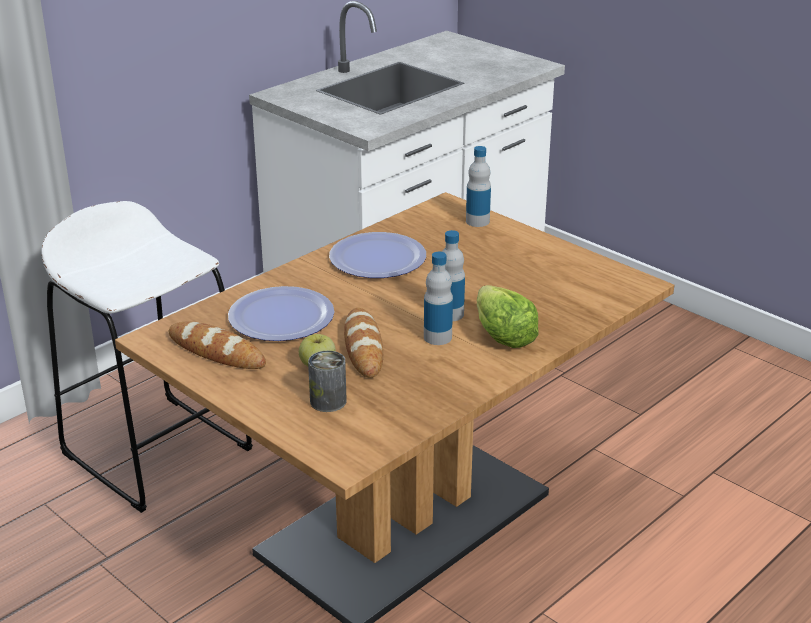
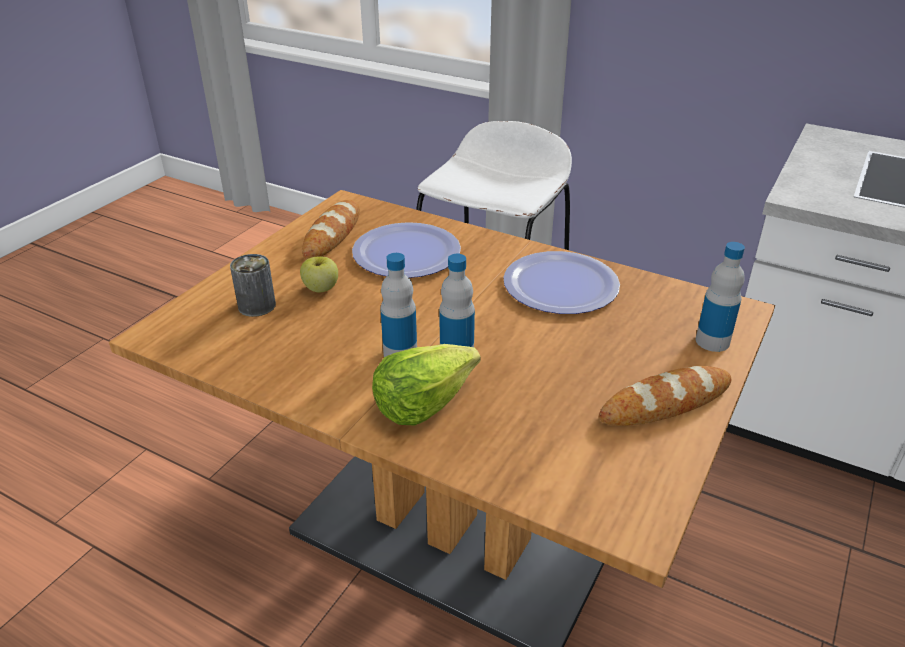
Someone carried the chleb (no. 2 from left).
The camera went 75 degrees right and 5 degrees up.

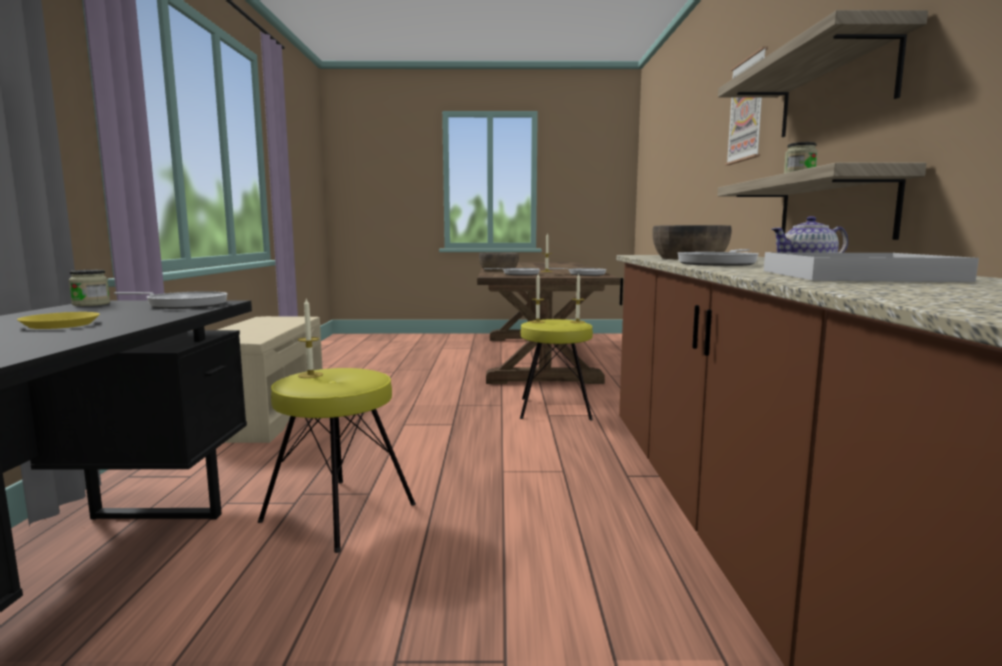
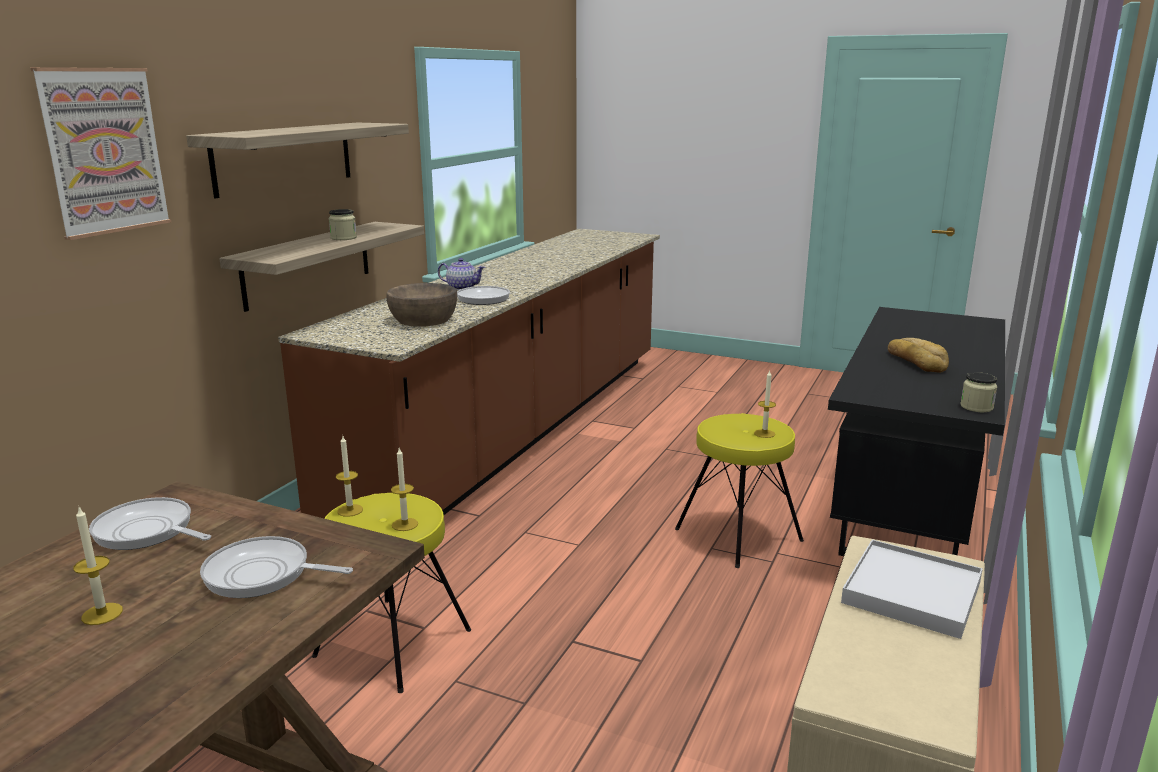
Someone carried the taca (biały).
Someone swapped the talerz (żółty) for the chleb.
Someone took away the patelnia (no. 1 from left).
Someone took away the miska (brązowy) (no. 1 from left).
The camera went 155 degrees left and 10 degrees up.

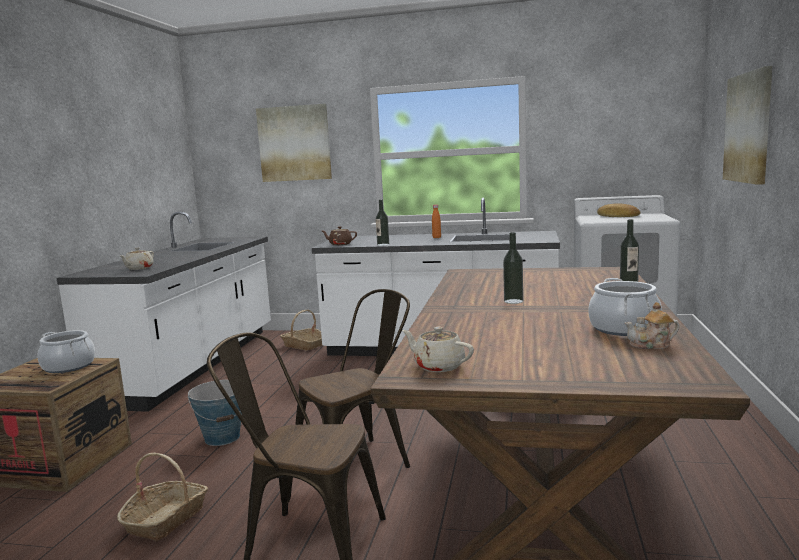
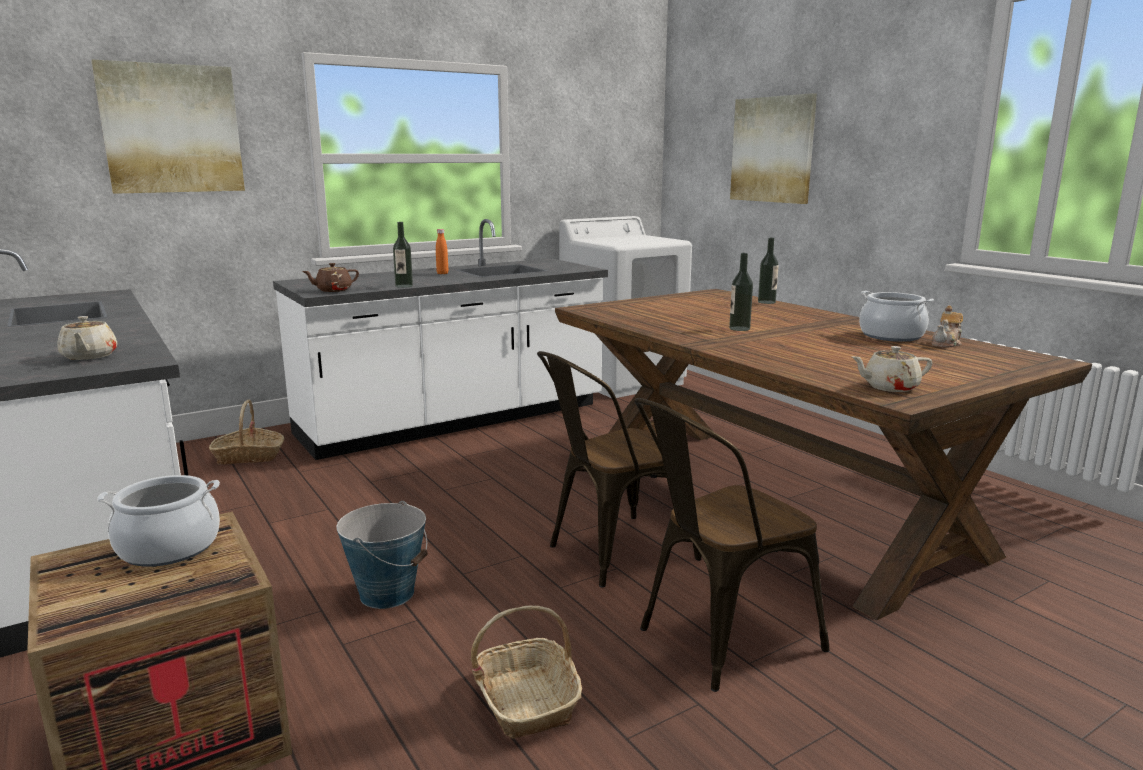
Someone rotated the krzesło (brązowy) (no. 2 from left in the first image) by 135 degrees counterclockwise.
Someone took away the chleb.
The camera went 45 degrees left and 5 degrees up.

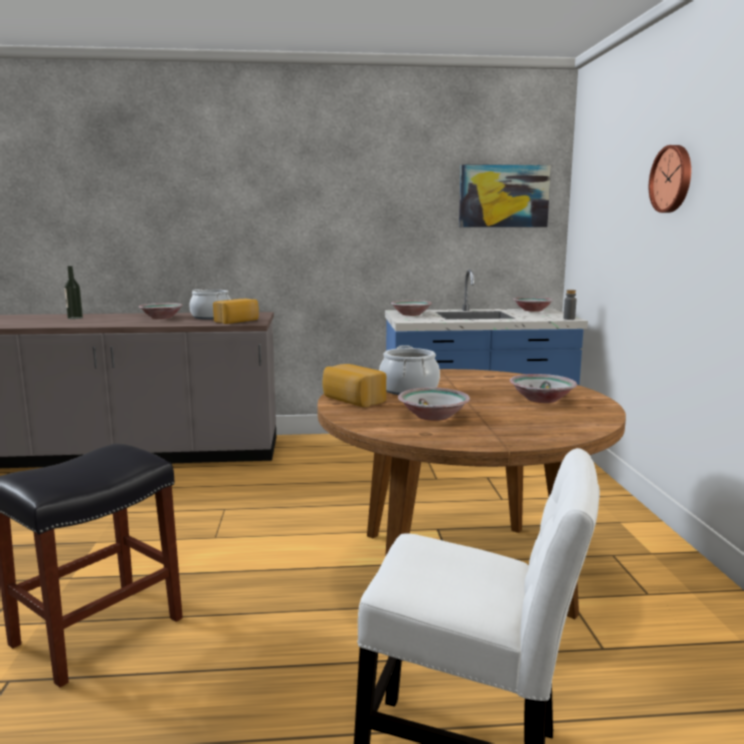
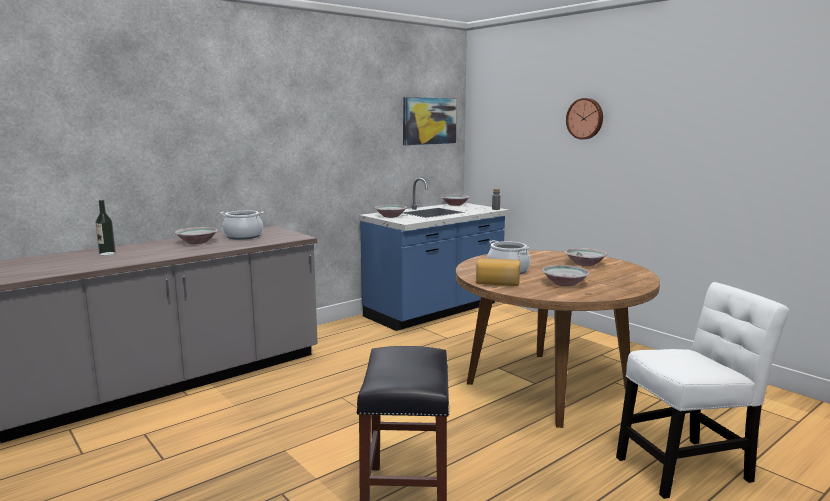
Someone took away the chleb (no. 1 from left).
The camera went 35 degrees left and 0 degrees up.

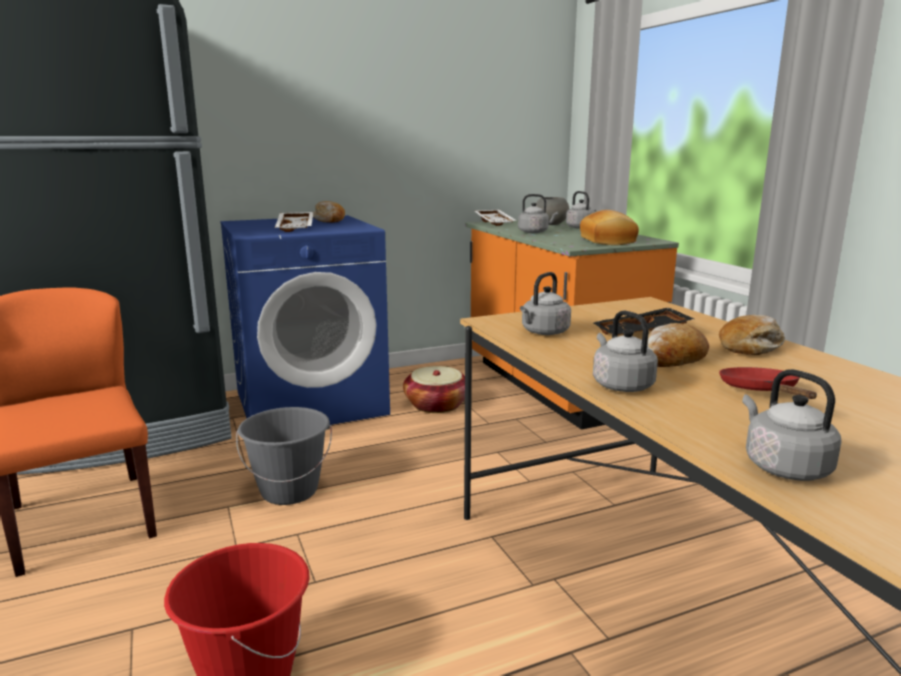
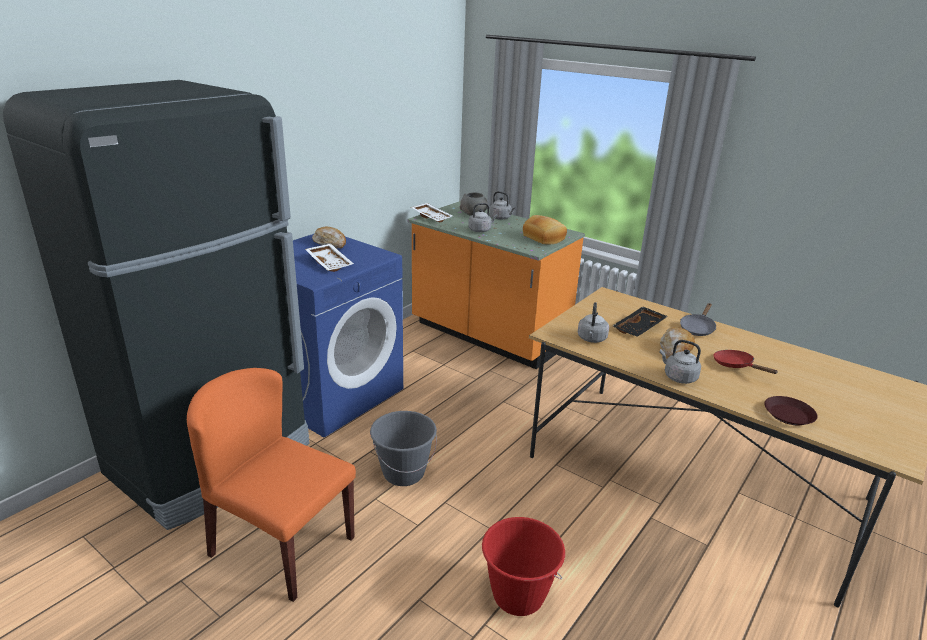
Someone swapped the chleb (no. 4 from left) for the patelnia (szary).
Someone swapped the czajnik (szary) (no. 5 from left) for the talerz (brązowy).
Someone took away the koszyk.
The camera went 30 degrees left and 10 degrees up.

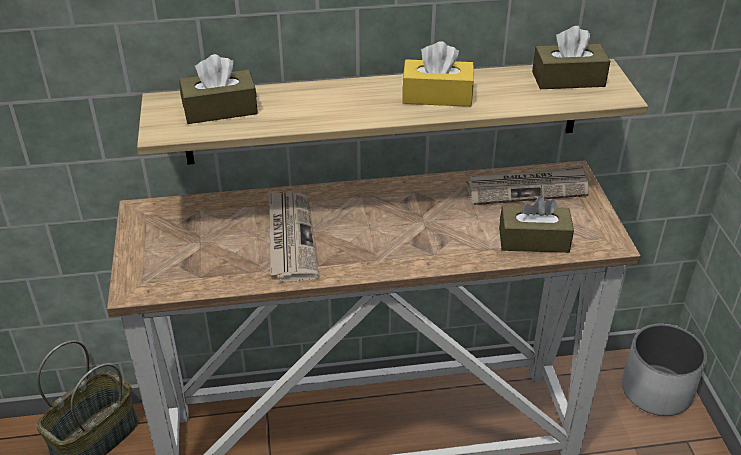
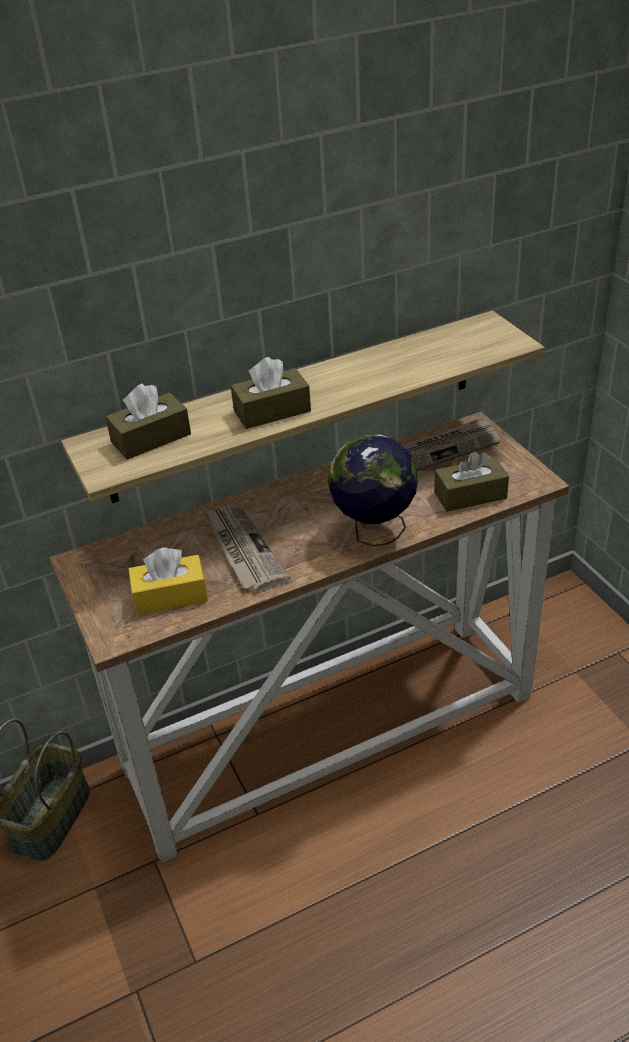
Someone carried the pudełko chusteczek (żółty).
Someone carried the pudełko chusteczek (brązowy) (no. 3 from left in the first image).
Someone put down the globus.
Someone took away the donica (biały).
The camera went 15 degrees left and 0 degrees up.

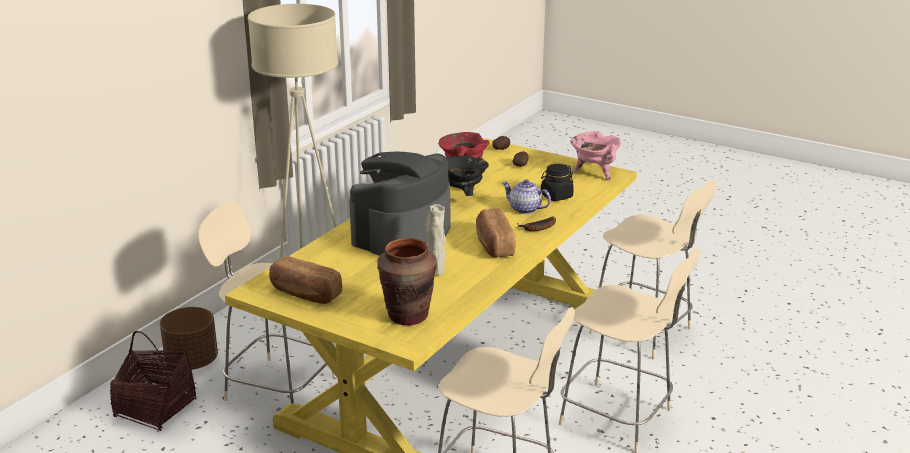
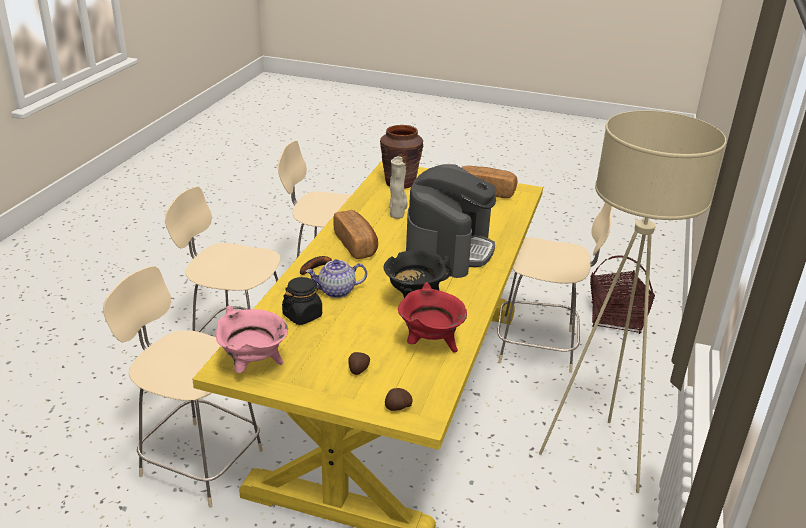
Someone rotated the imbryk by 150 degrees clockwise.
Someone took away the donica (brązowy).
The camera went 165 degrees right and 5 degrees up.

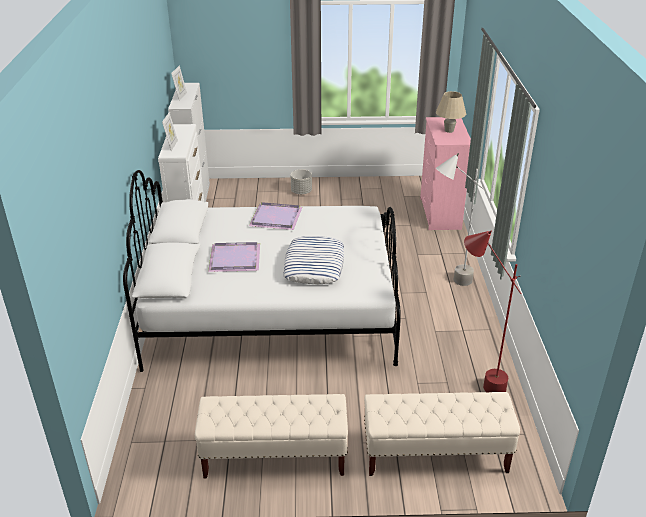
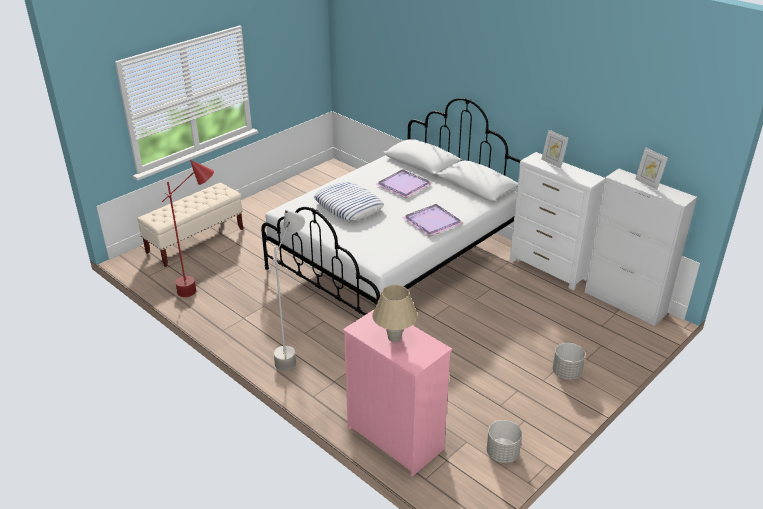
Someone put down the donica (szary) (no. 1 from left).
Someone took away the ławka (beżowy) (no. 1 from left).
The camera went 135 degrees right and 0 degrees up.

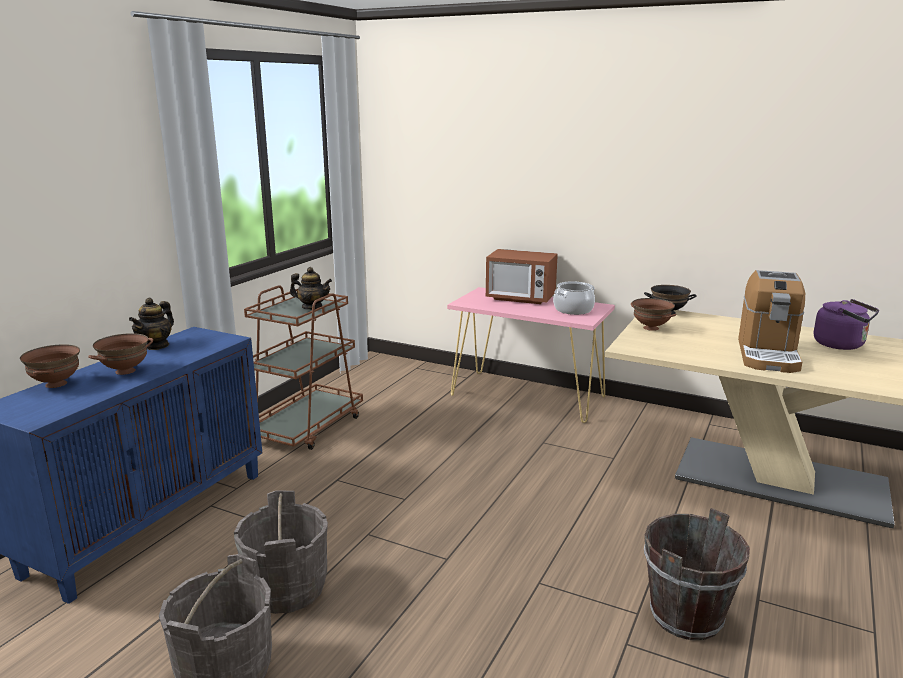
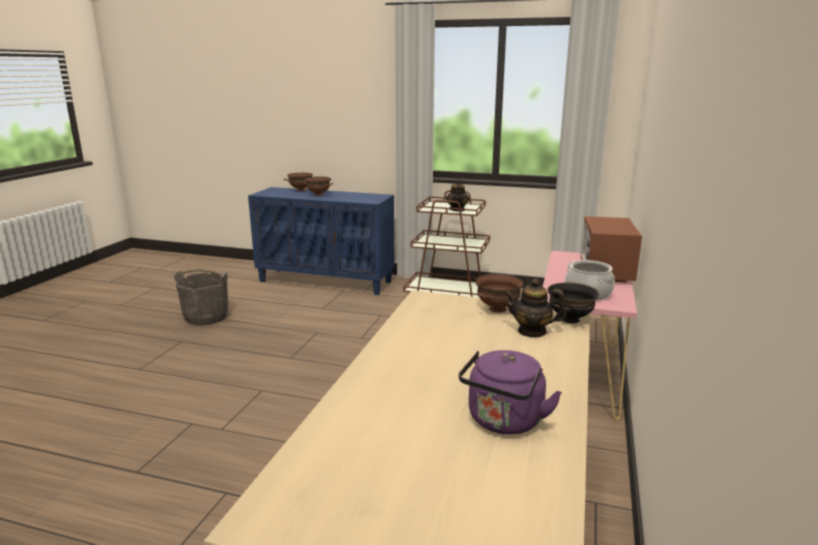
Someone carried the imbryk (no. 1 from left in the first image).
Someone took away the wiadro (szary) (no. 2 from left).
Someone took away the wiadro (brązowy).
Someone took away the ekspres do kawy.
The camera went 80 degrees right and 0 degrees up.

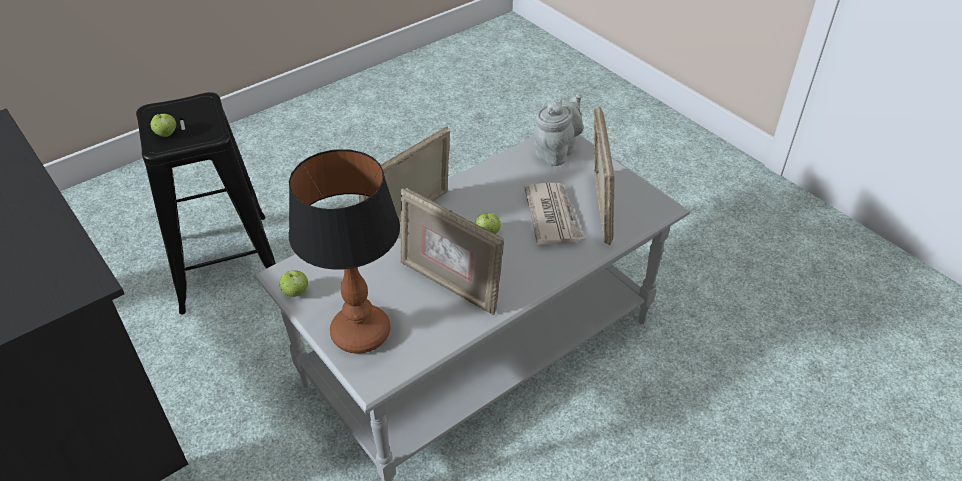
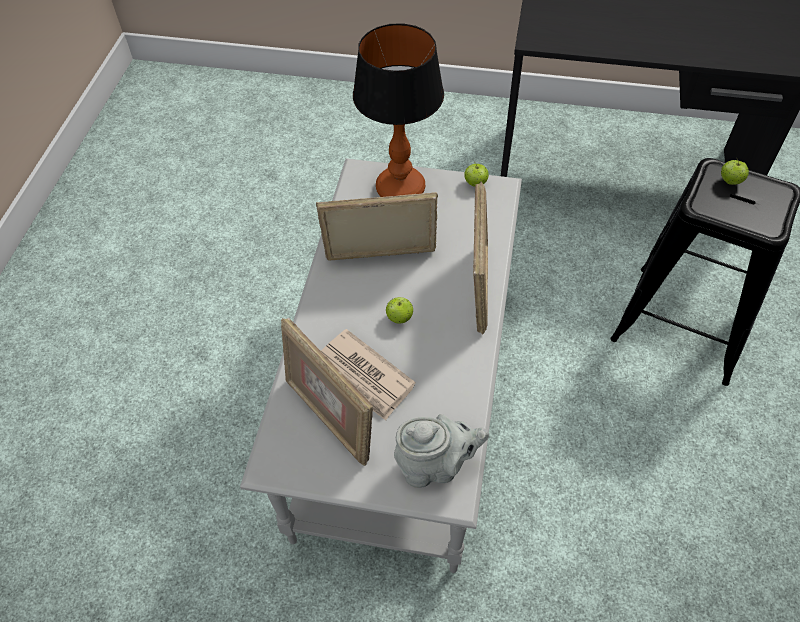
Someone rotated the imbryk (szary) by 90 degrees counterclockwise.
The camera went 140 degrees right and 10 degrees up.

